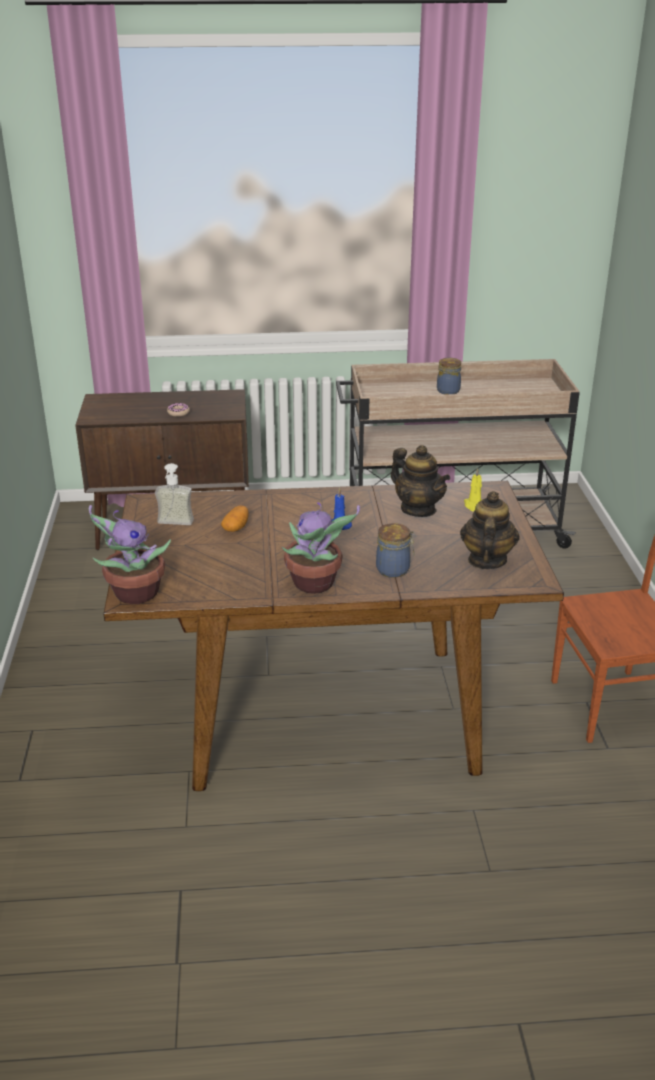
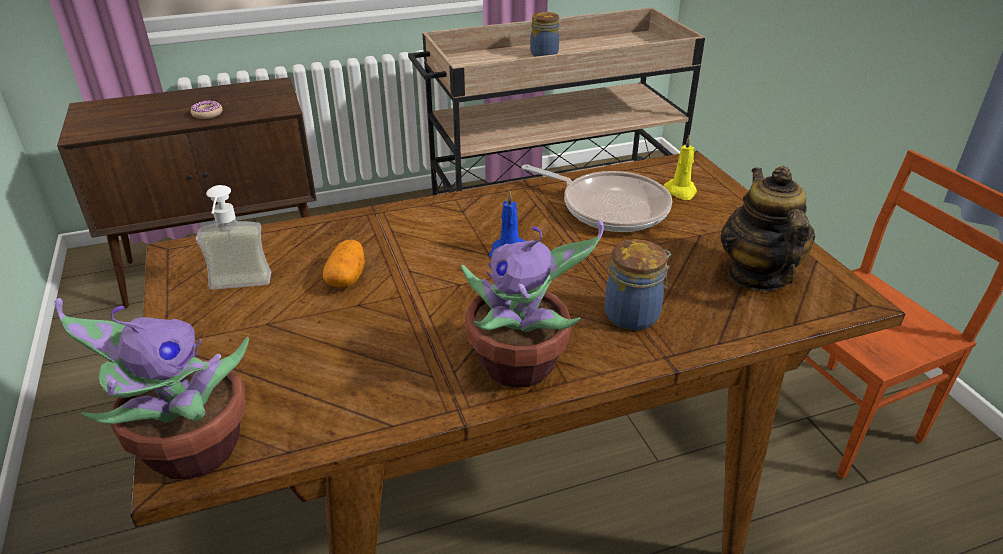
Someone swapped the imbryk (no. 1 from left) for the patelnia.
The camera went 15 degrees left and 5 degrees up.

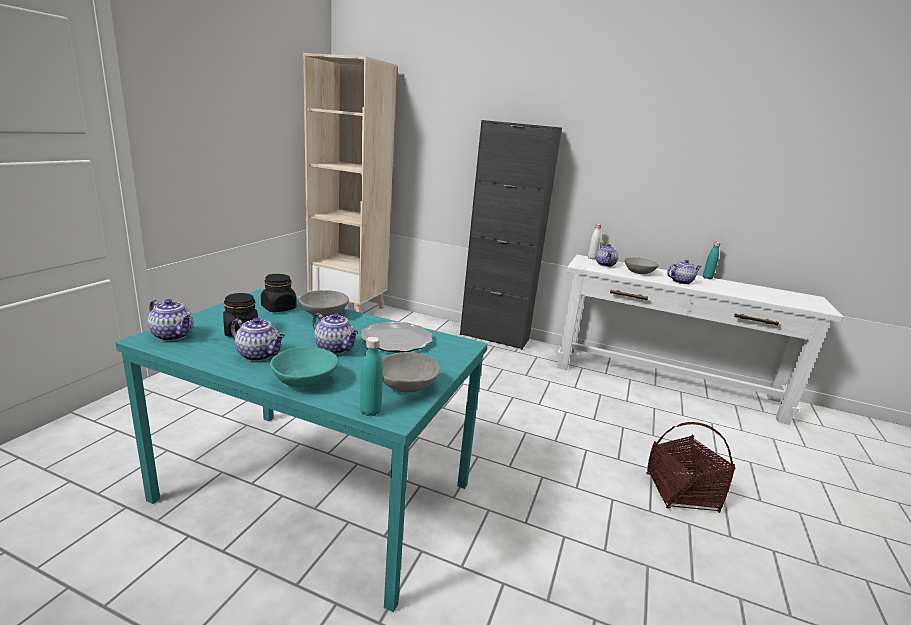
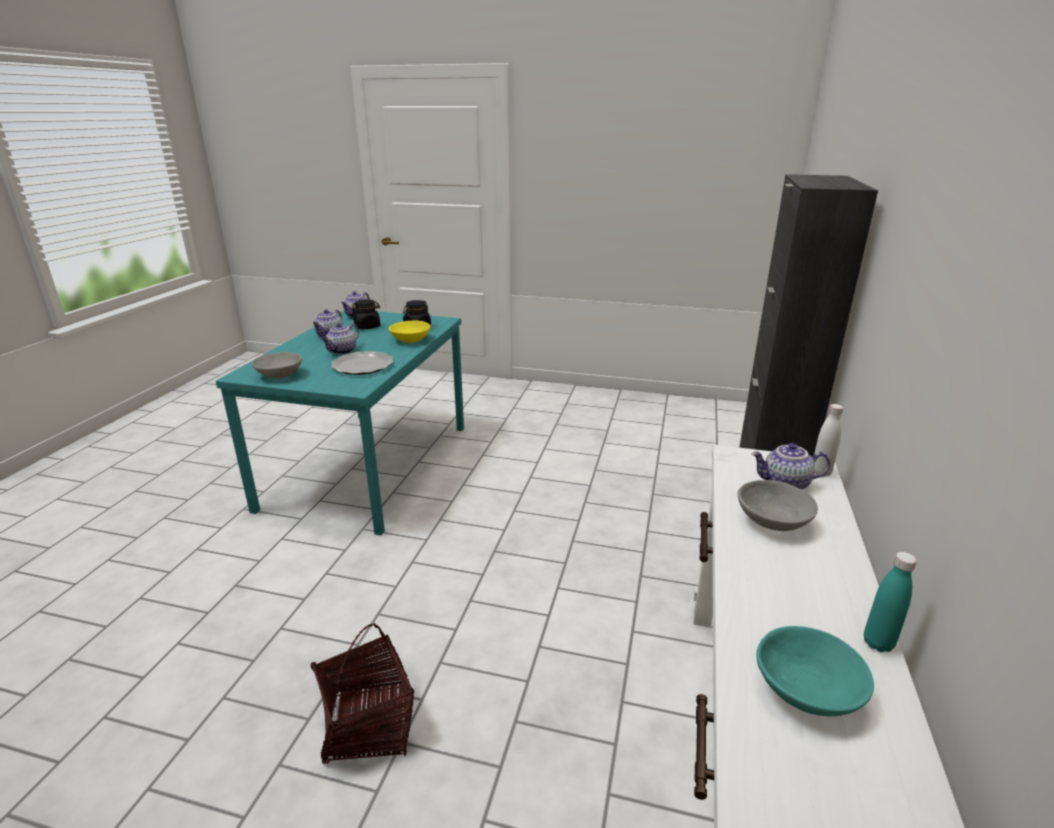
Someone repainted the miska (szary) (no. 1 from left), which became the miska (żółty).
Someone carried the miska (turkusowy).
Someone took away the regał (beżowy).
Someone took away the butelka (turkusowy) (no. 1 from left).
Someone took away the imbryk (no. 5 from left).
The camera went 85 degrees right and 5 degrees up.

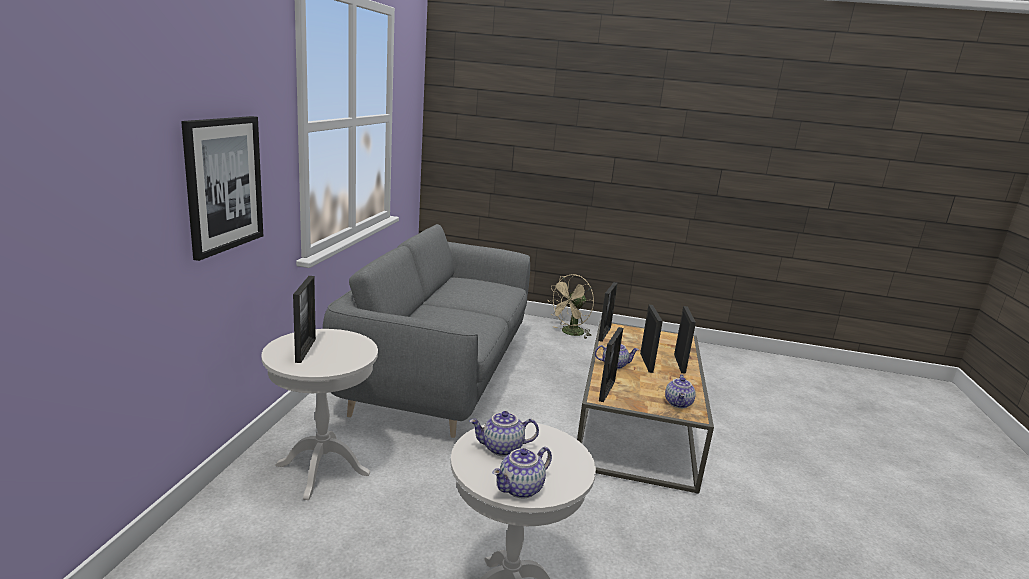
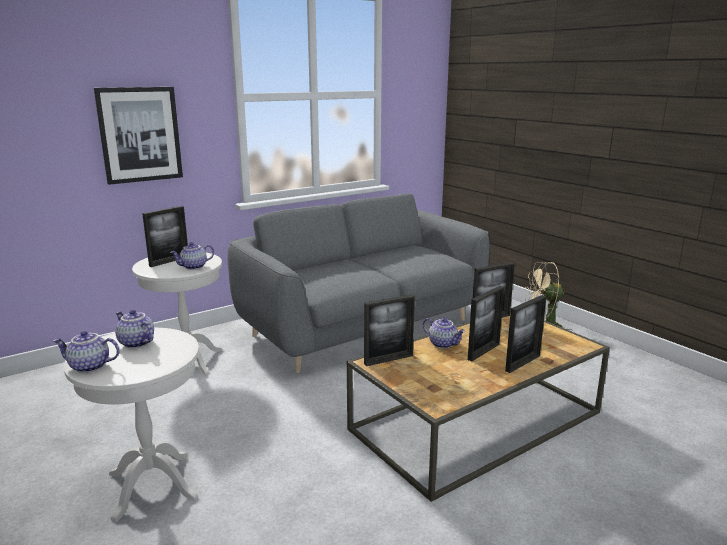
Someone carried the imbryk (no. 4 from left in the first image).
The camera went 45 degrees right and 0 degrees up.

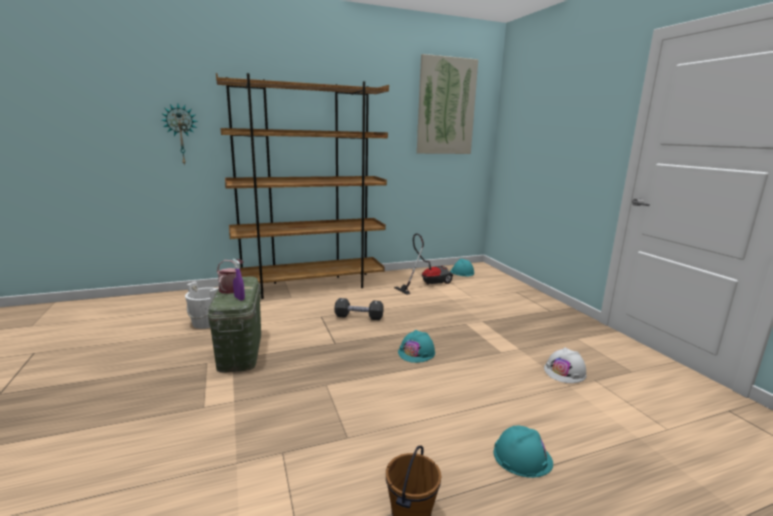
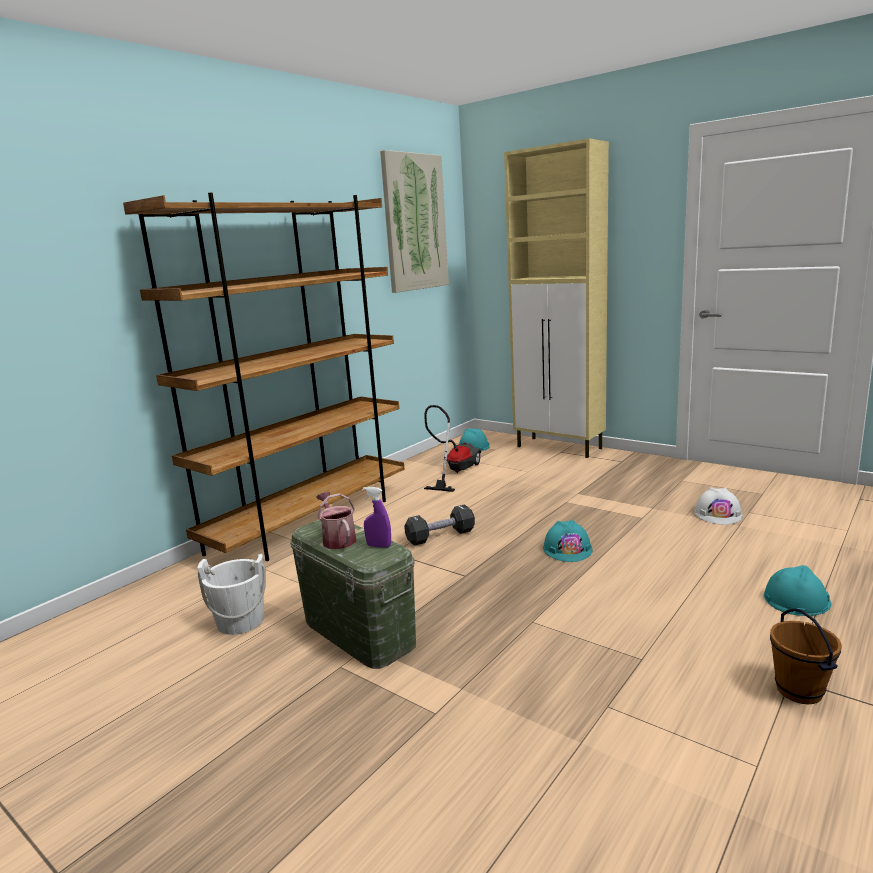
Someone put down the szafka (beżowy).
Someone took away the zegar ścienny.
The camera went 30 degrees left and 0 degrees up.

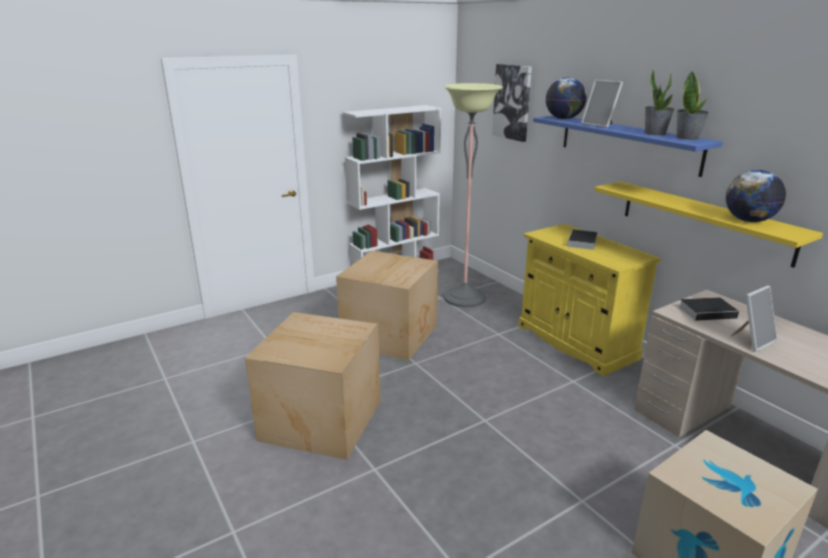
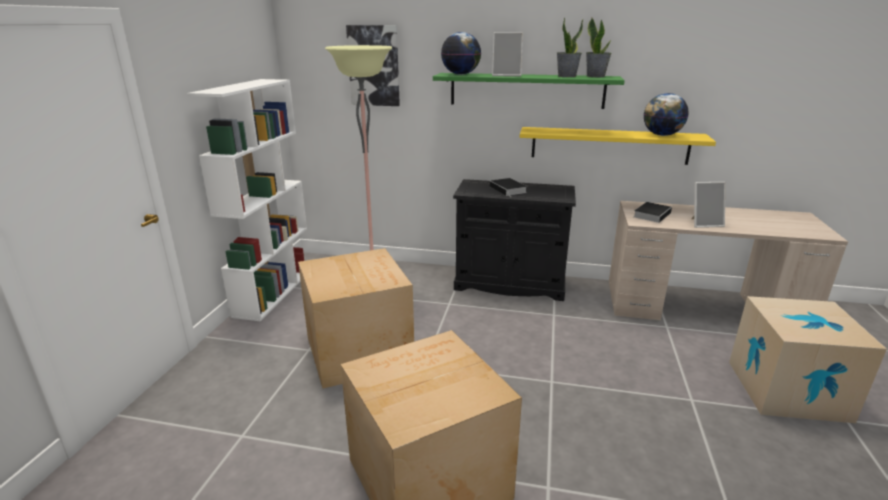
Someone repainted the półka (niebieski), which became the półka (zielony).
Someone repainted the szafka (żółty), which became the szafka (czarny).
Someone rotated the ramka na zdjęcie (no. 2 from left) by 75 degrees clockwise.
The camera went 45 degrees left and 0 degrees up.

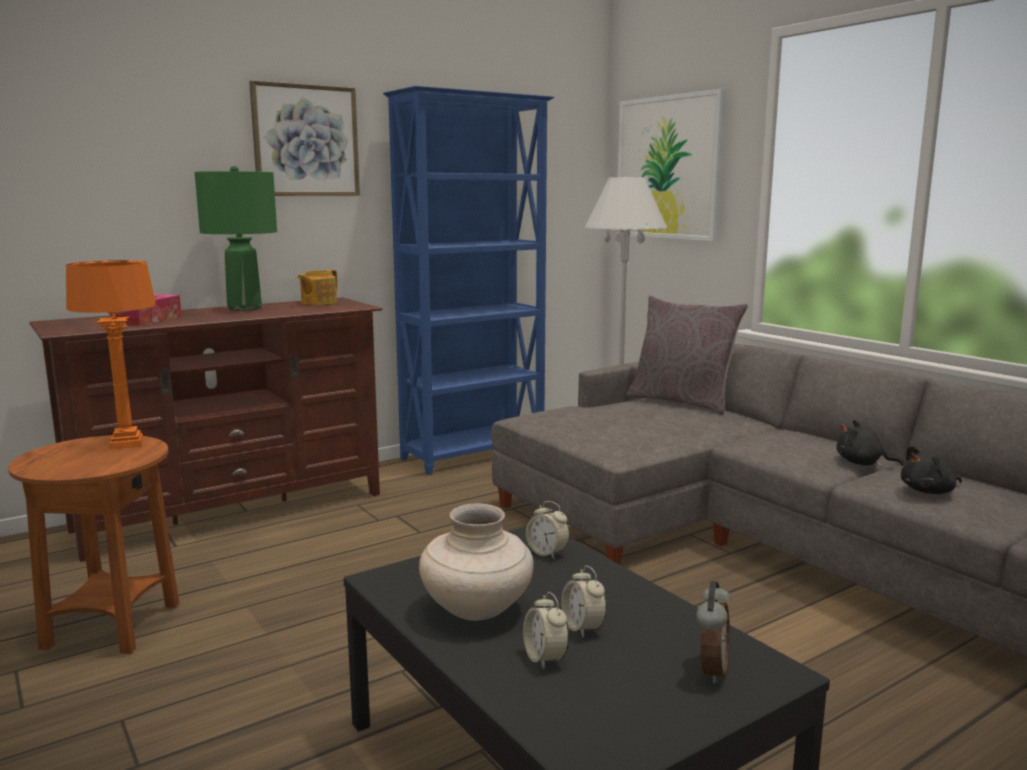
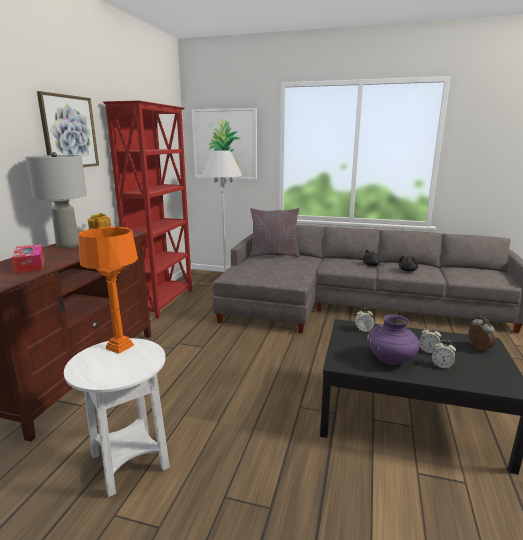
Someone repainted the lampa stołowa (zielony), which became the lampa stołowa (szary).
Someone repainted the stolik (brązowy), which became the stolik (biały).
Someone repainted the regał (niebieski), which became the regał (czerwony).
Someone repainted the wazon (beżowy), which became the wazon (fioletowy).
The camera went 40 degrees left and 5 degrees up.

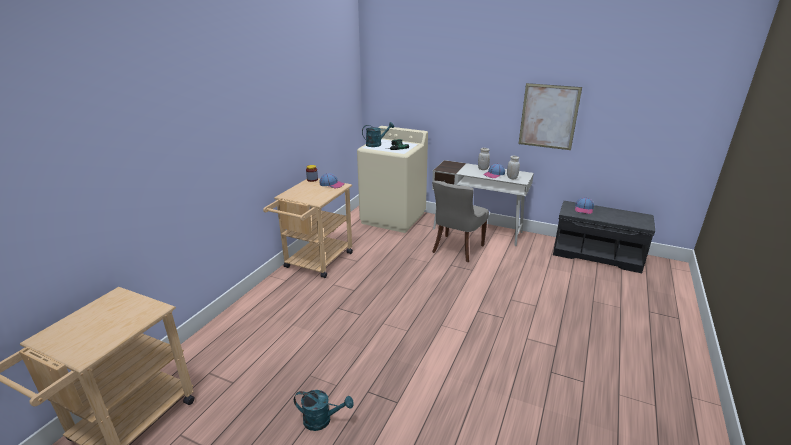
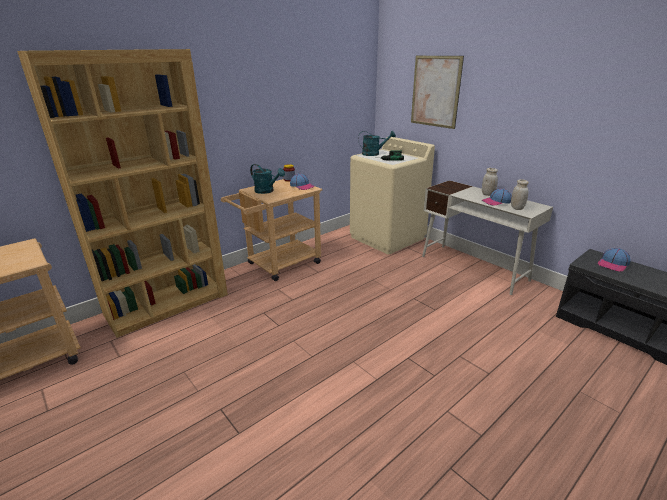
Someone put down the regał (brązowy).
Someone carried the konewka (turkusowy) (no. 1 from left).
Someone carried the obraz.
Someone took away the krzesło (szary).
The camera went 25 degrees right and 0 degrees up.

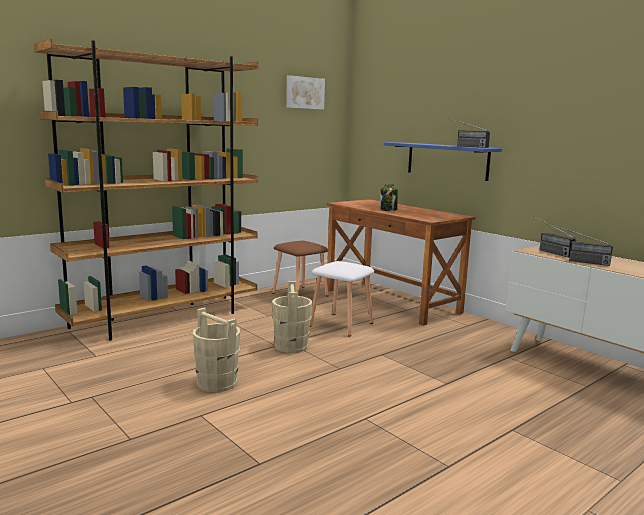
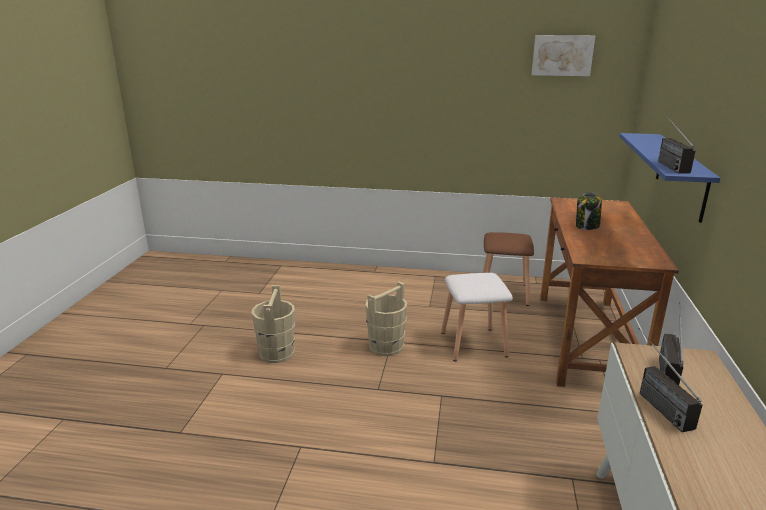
Someone took away the regał (brązowy).
The camera went 50 degrees right and 10 degrees up.

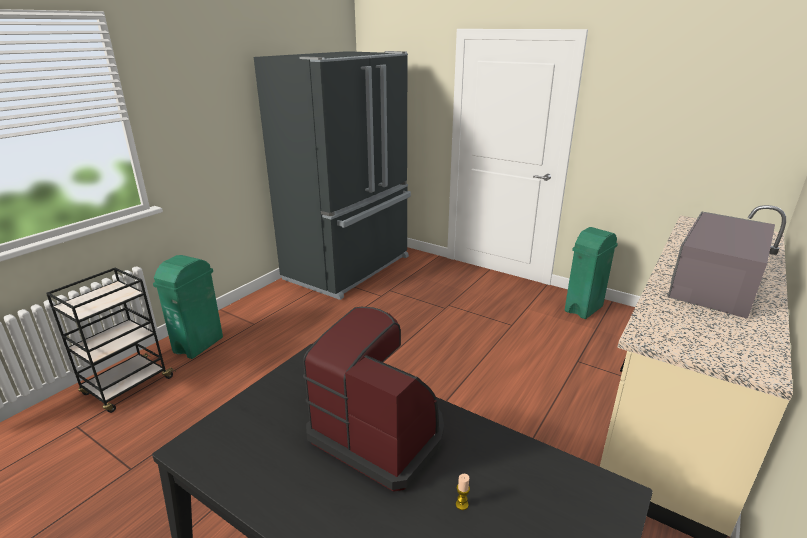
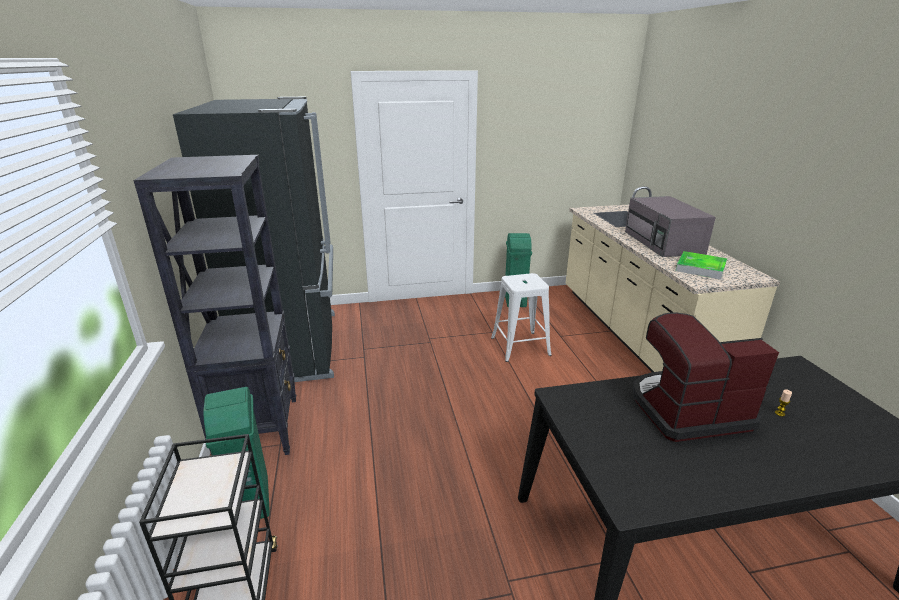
Someone put down the regał (czarny).
Someone put down the stołek (biały).
Someone put down the taca.
The camera went 45 degrees left and 0 degrees up.

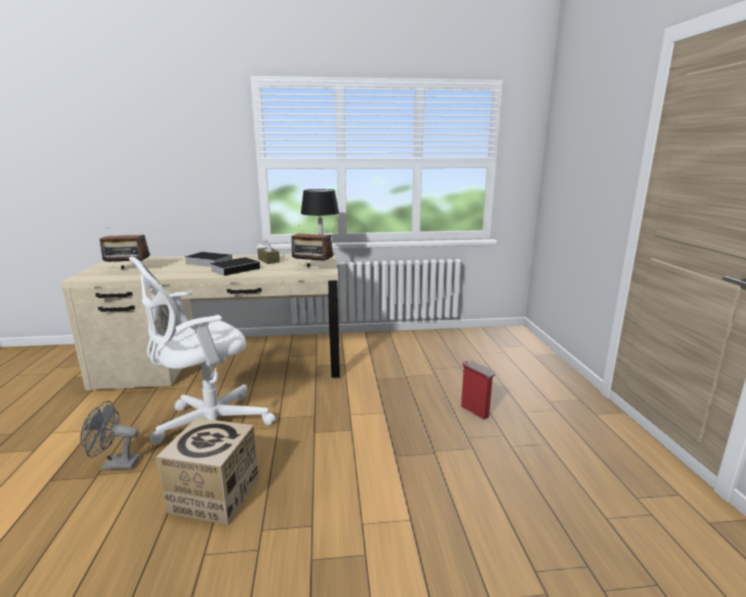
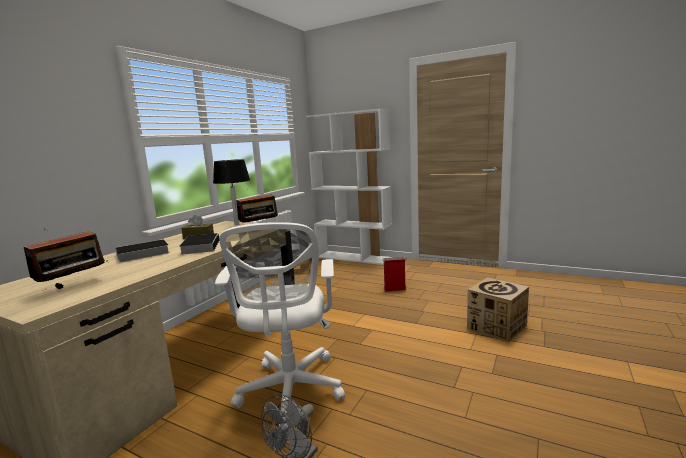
Someone put down the regał (biały).
Someone carried the karton (no. 1 from left in the first image).
The camera went 55 degrees left and 5 degrees down.

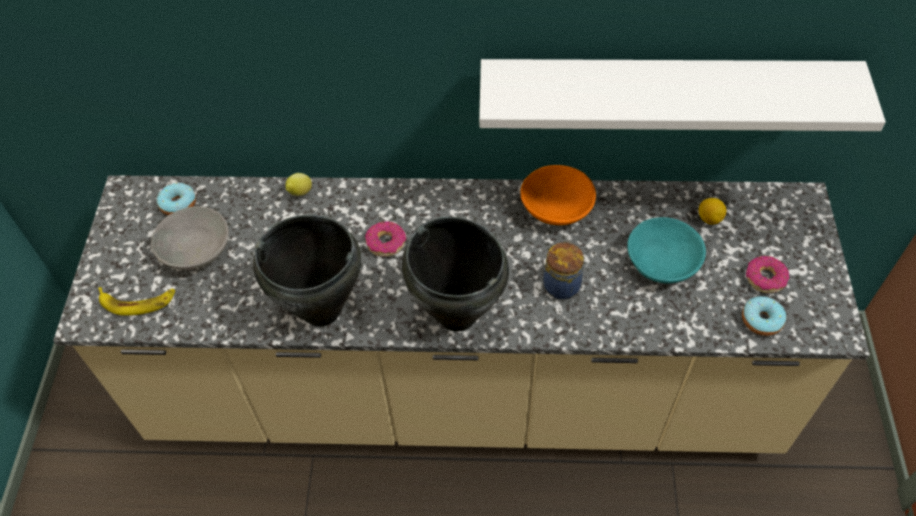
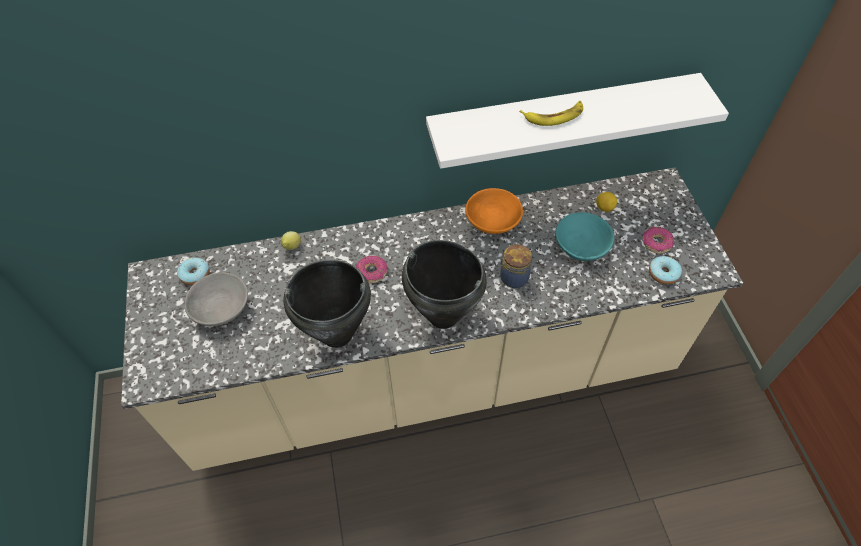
Someone carried the banan.
The camera went 15 degrees left and 0 degrees up.

